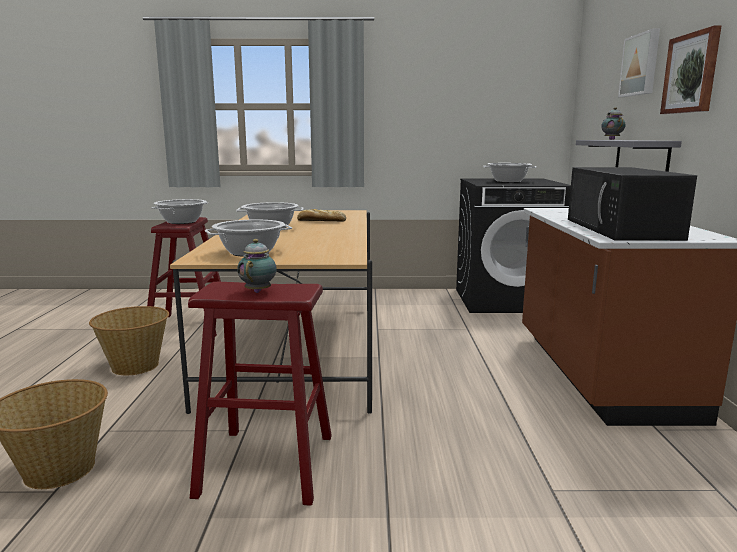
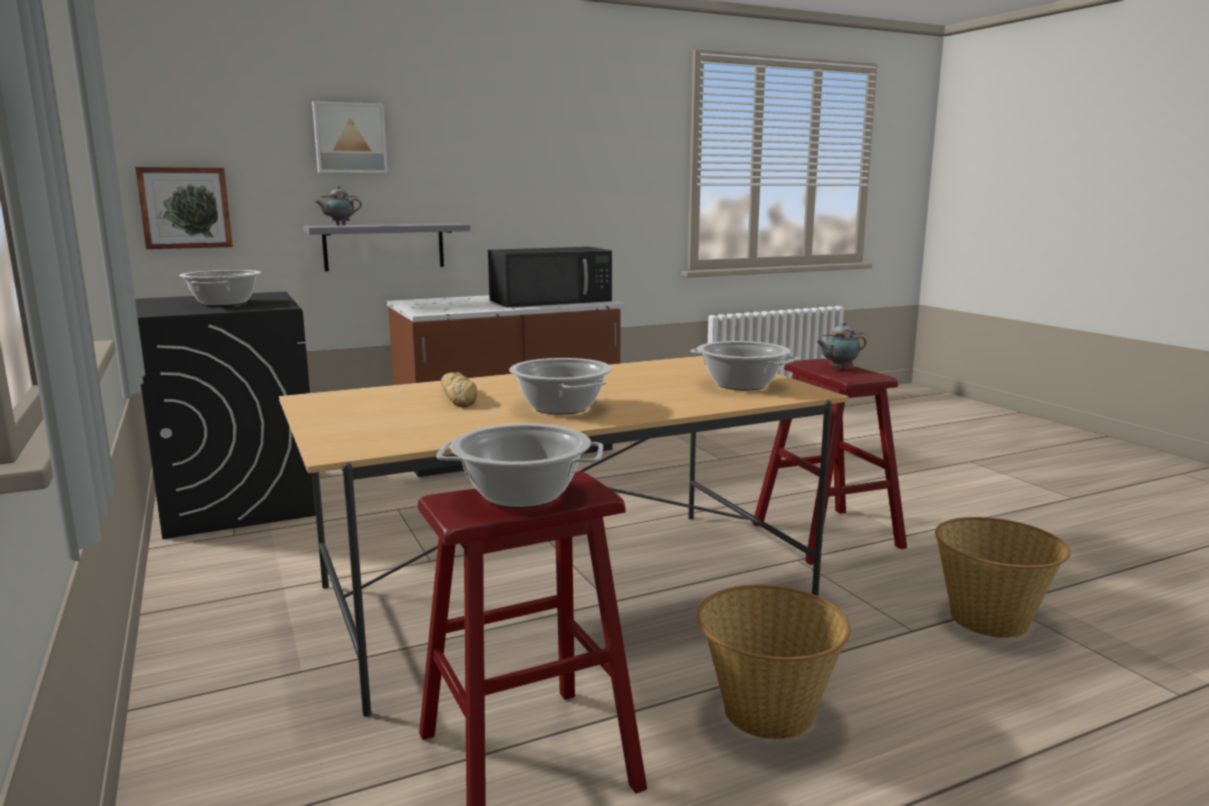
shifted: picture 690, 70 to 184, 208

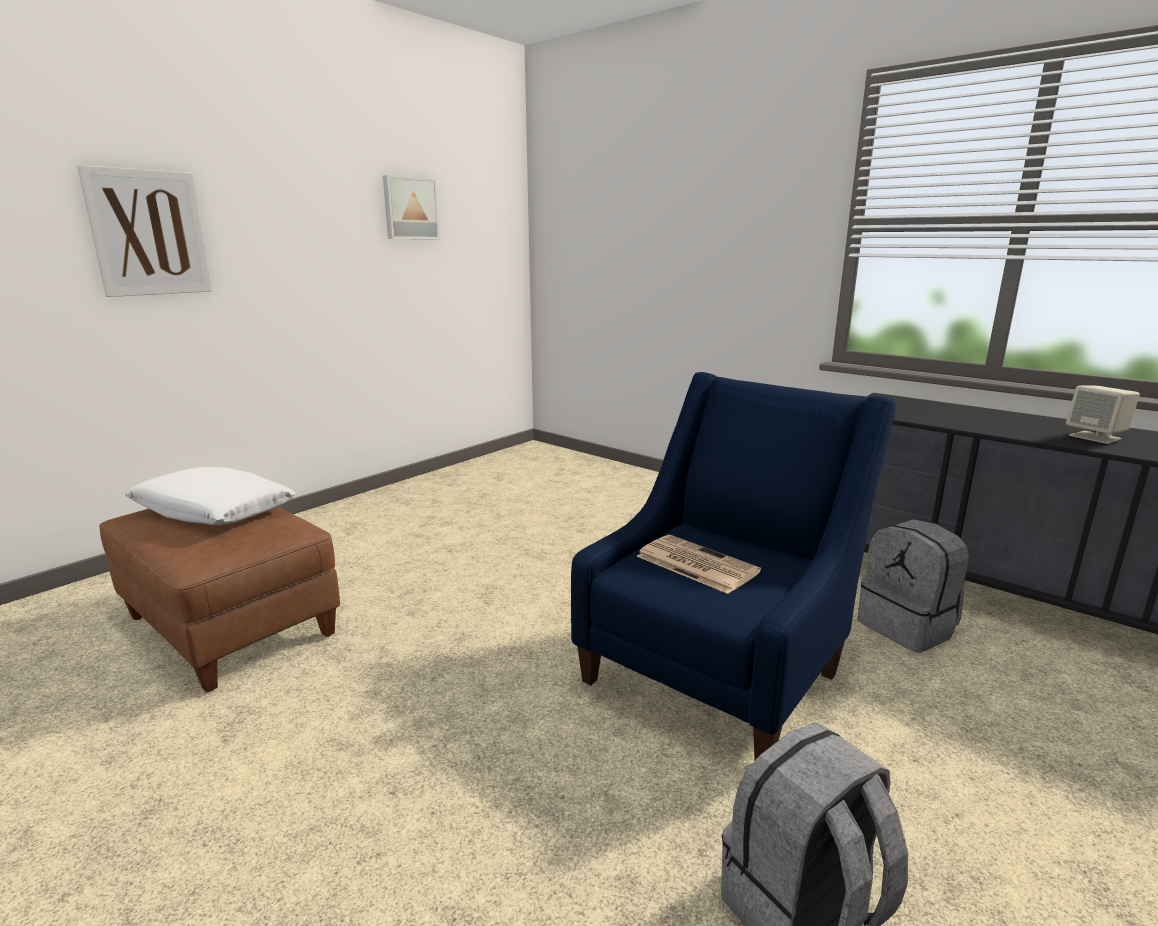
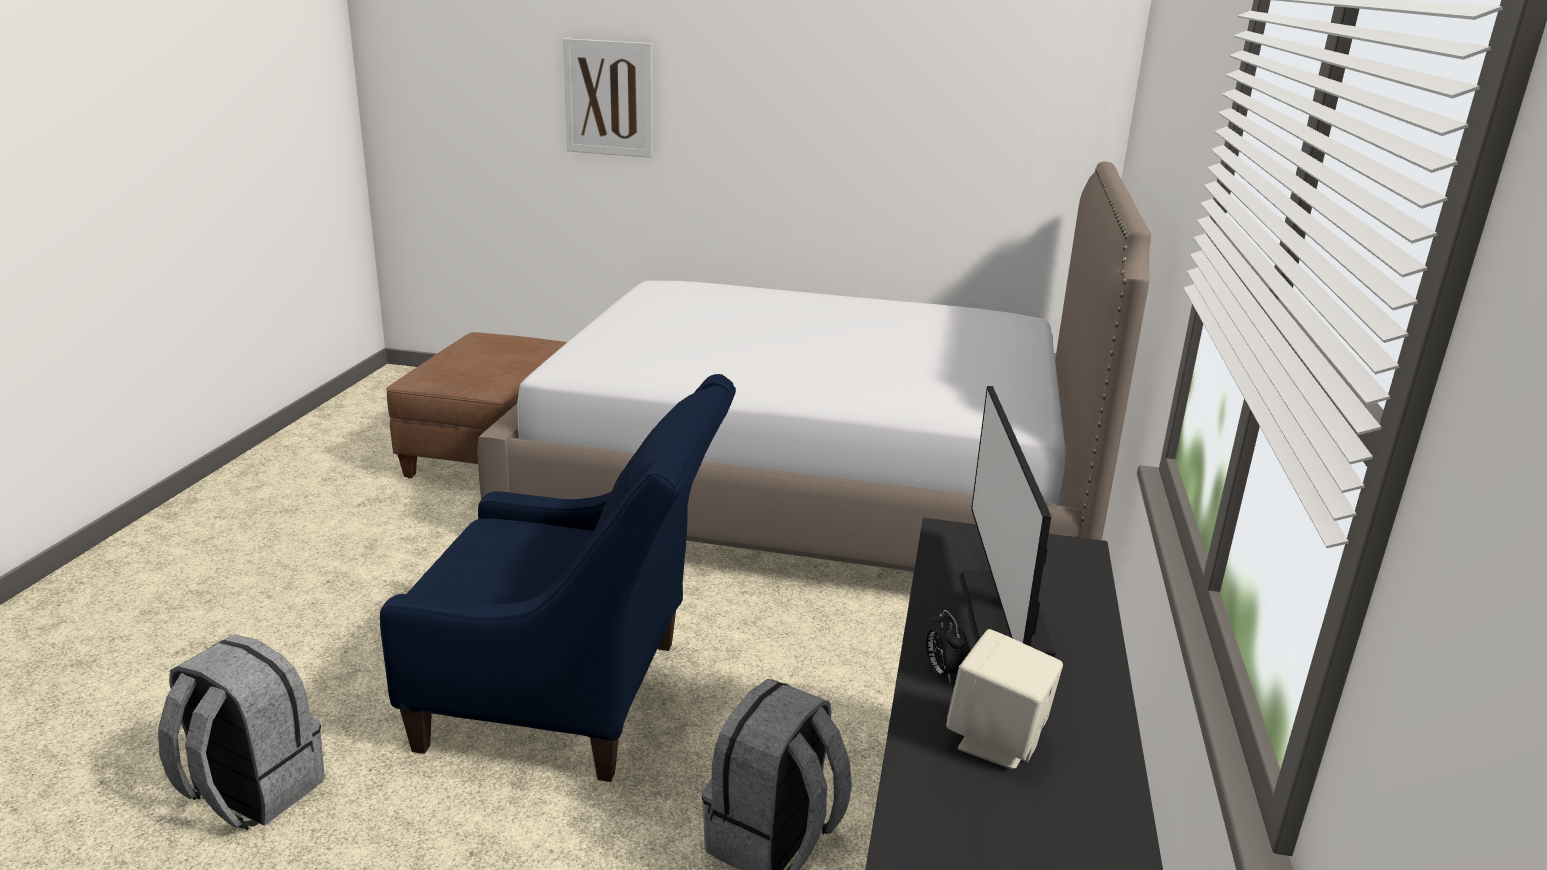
gone: throw pillow in white-coloured 210, 496; picture 411, 207; newspaper 699, 564
new: sleeping bed 814, 366; alarm clock 948, 647; computer screen 1008, 522

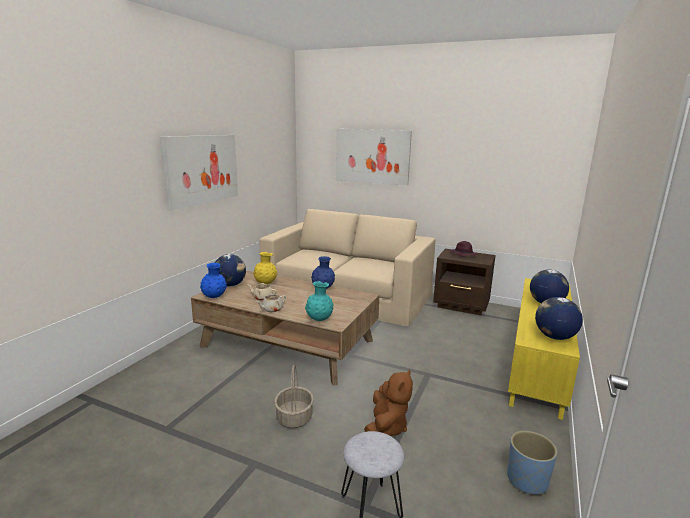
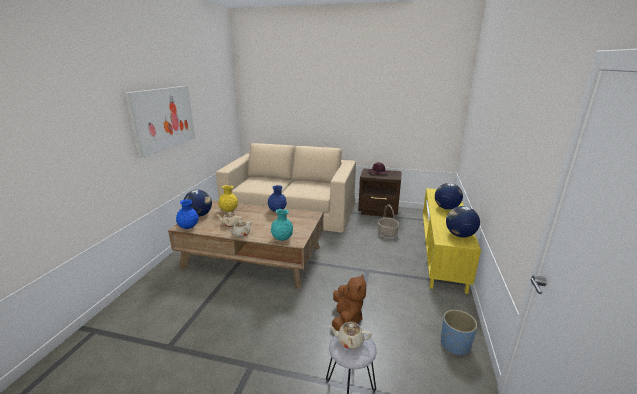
gone: picture 374, 157
new: tea pot in sand-coloured 350, 335
shifted: basket 294, 397 to 388, 220

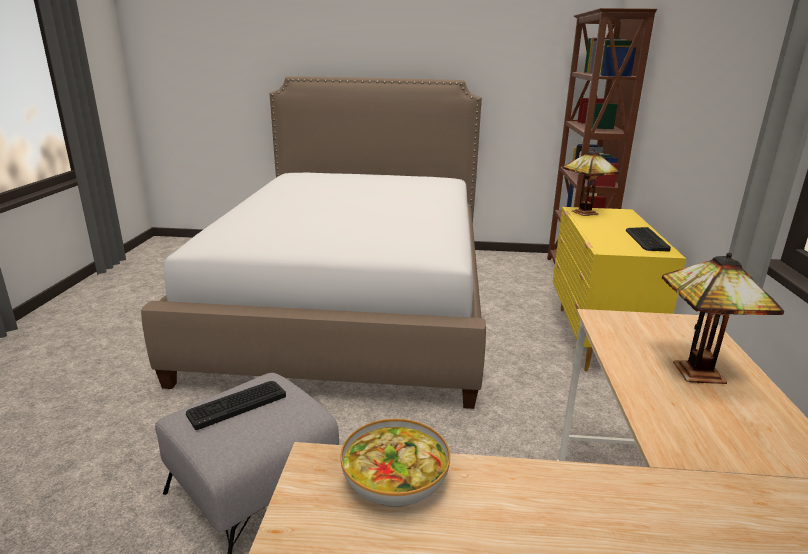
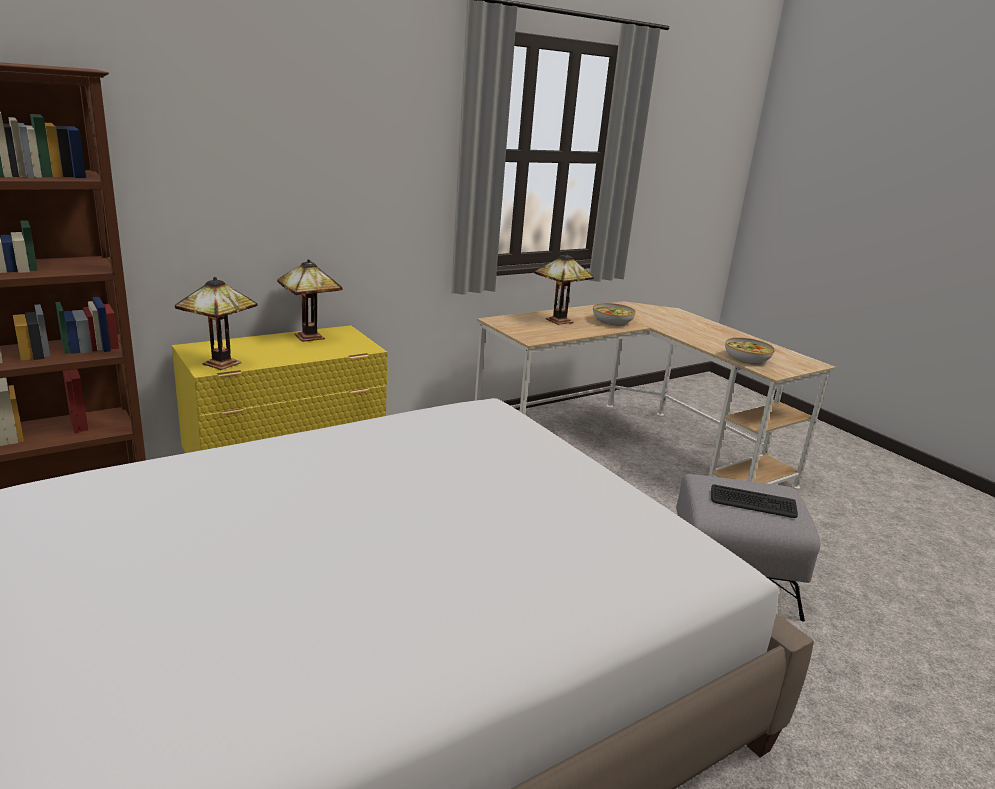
new: deep dish 614, 314
swapped: PC keyboard 648, 239 to table lamp 310, 300

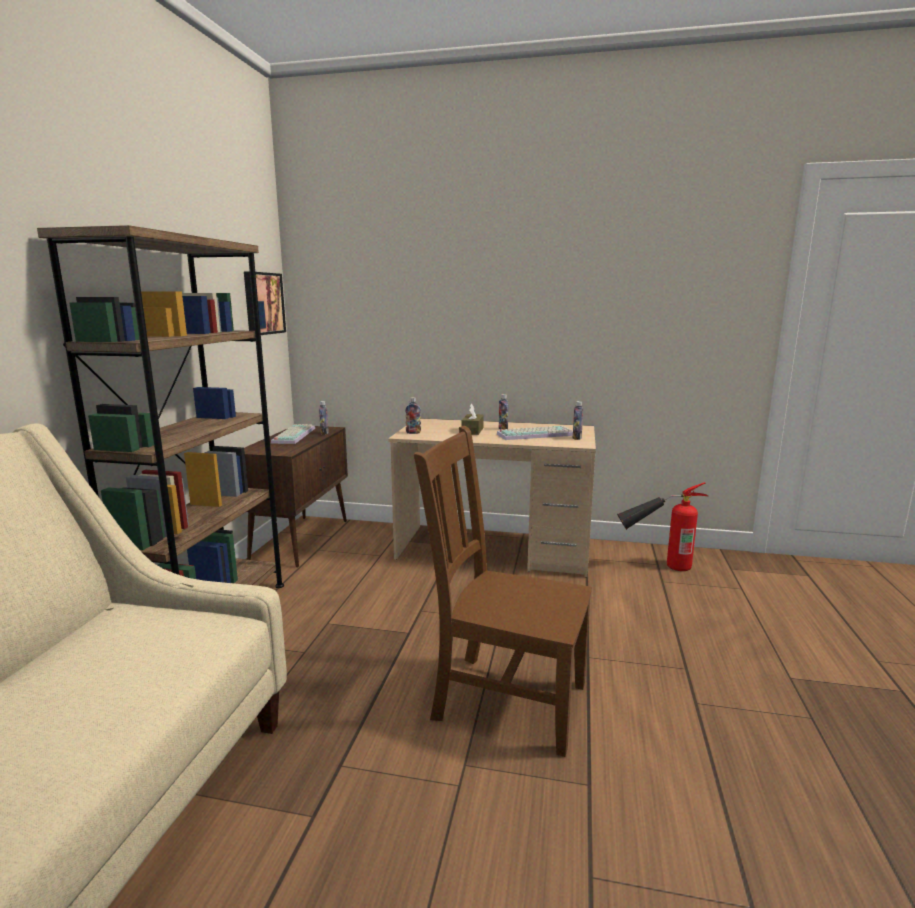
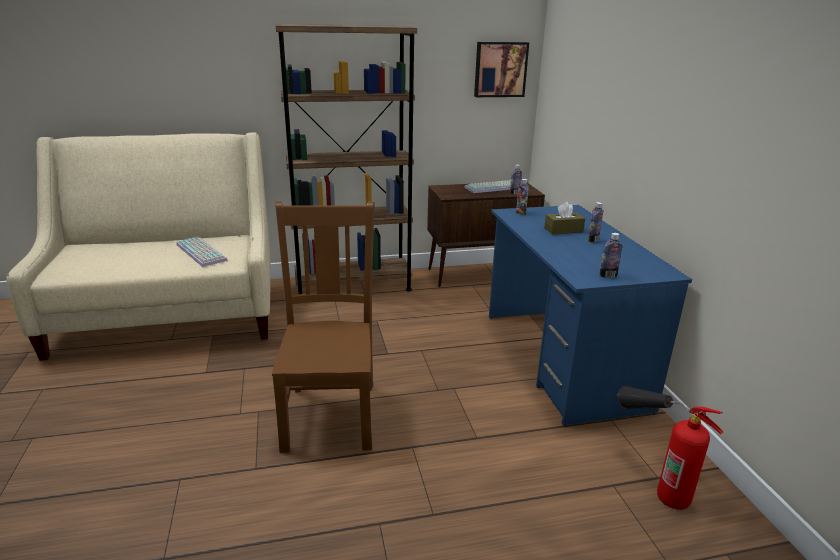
shifted: PC keyboard 535, 433 to 202, 252
repainted: desk in sand-coloured 492, 497 to desk in blue-coloured 590, 315

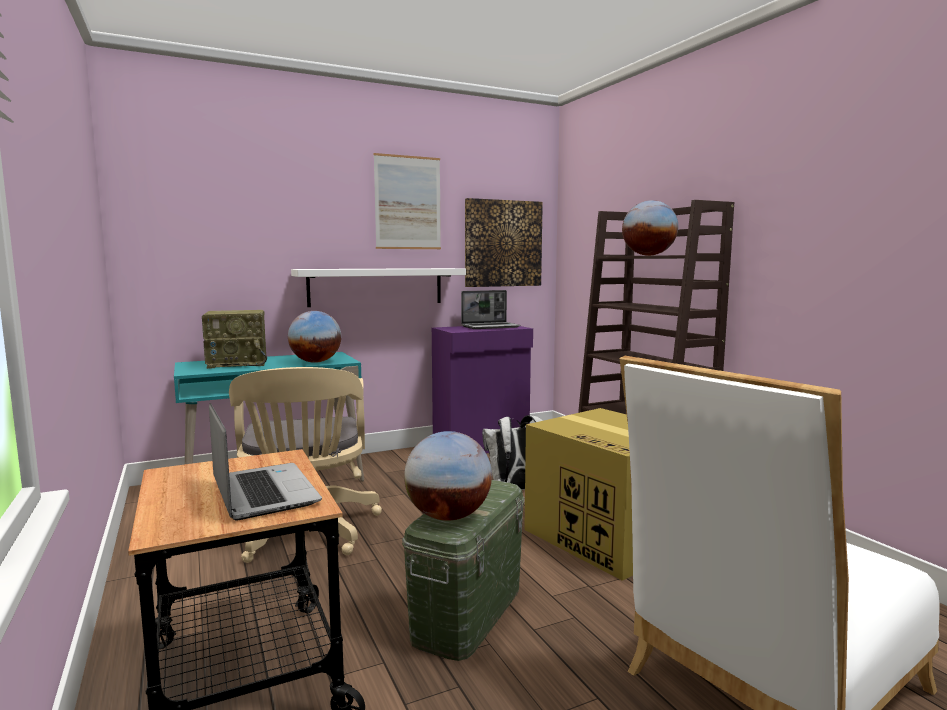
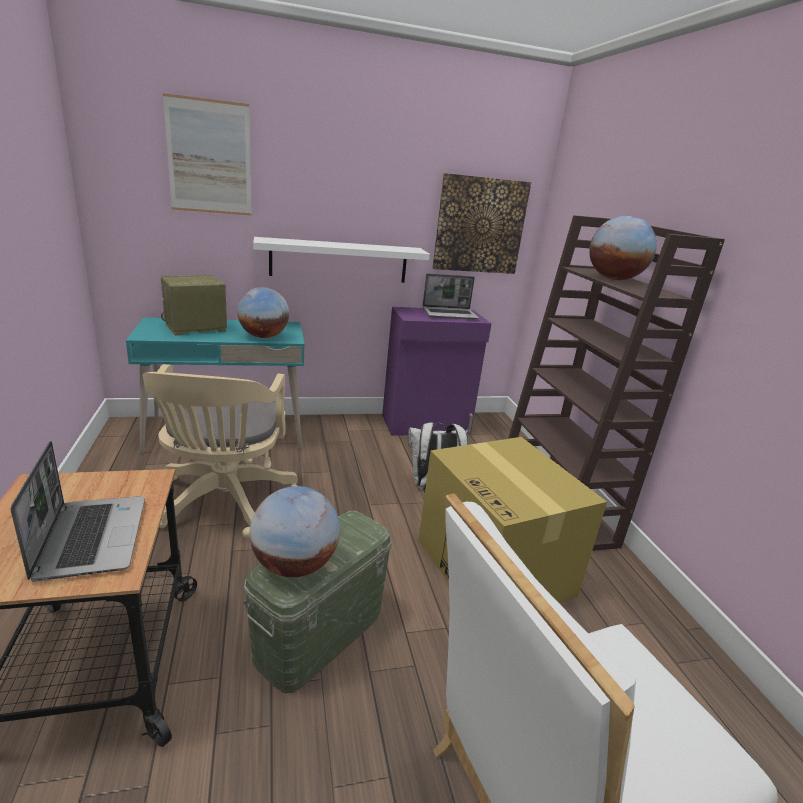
shifted: picture 407, 201 to 207, 154
rotated: radio set 234, 339 = 194, 305 150 degrees clockwise

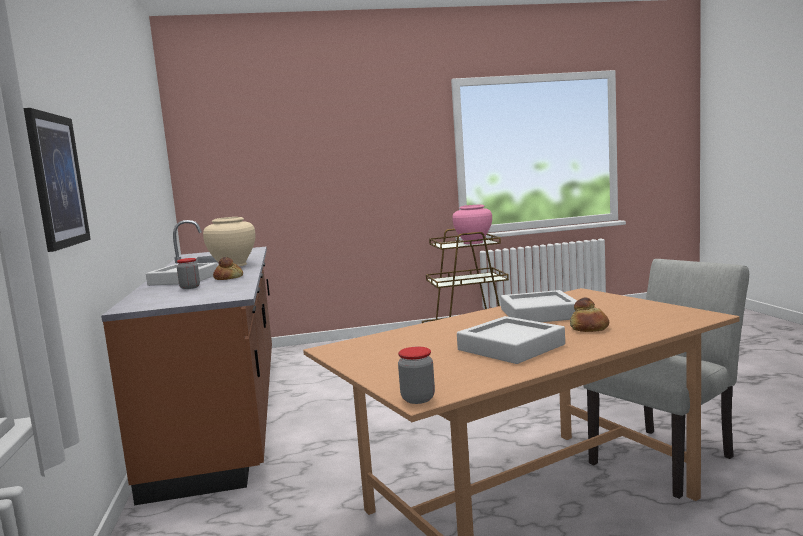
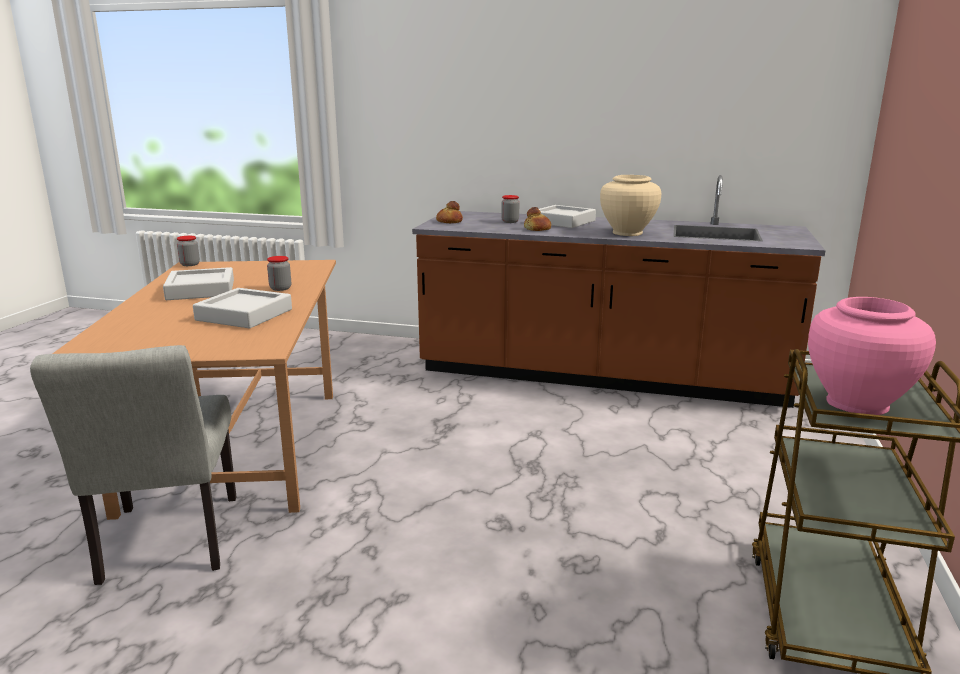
gone: picture 57, 180
new: storage jar 279, 273
shifted: baked bread 589, 314 to 449, 212

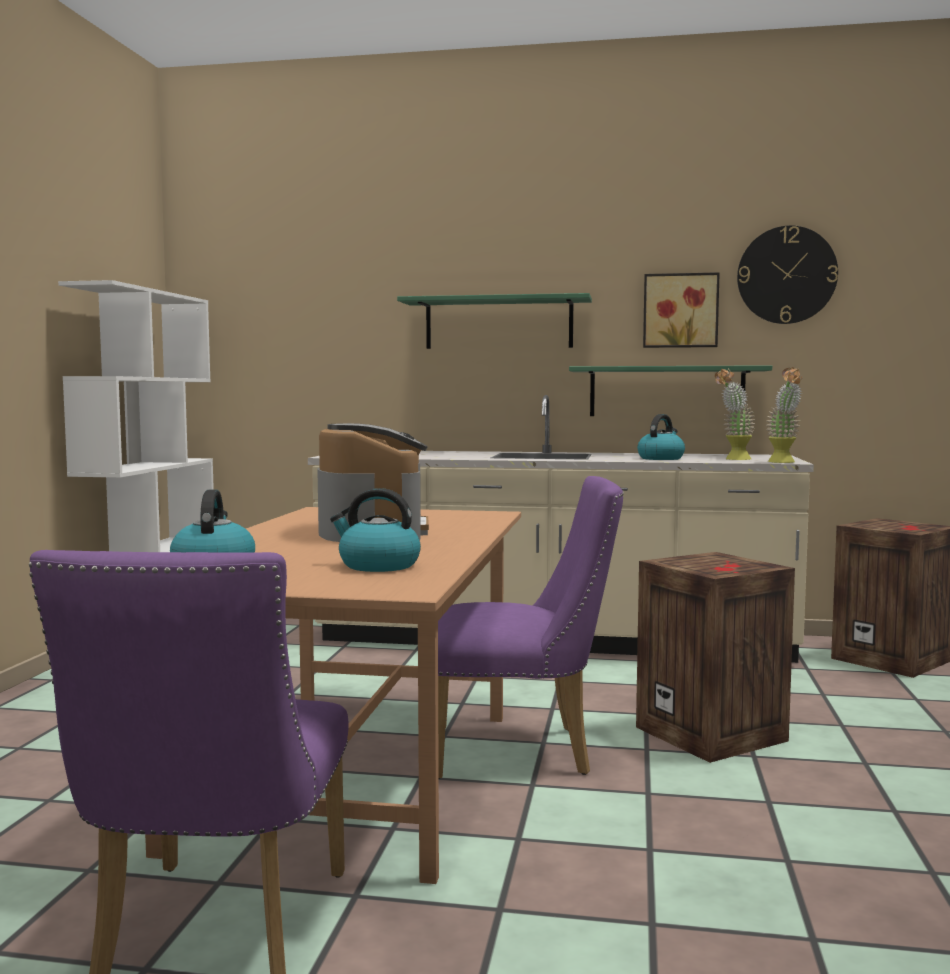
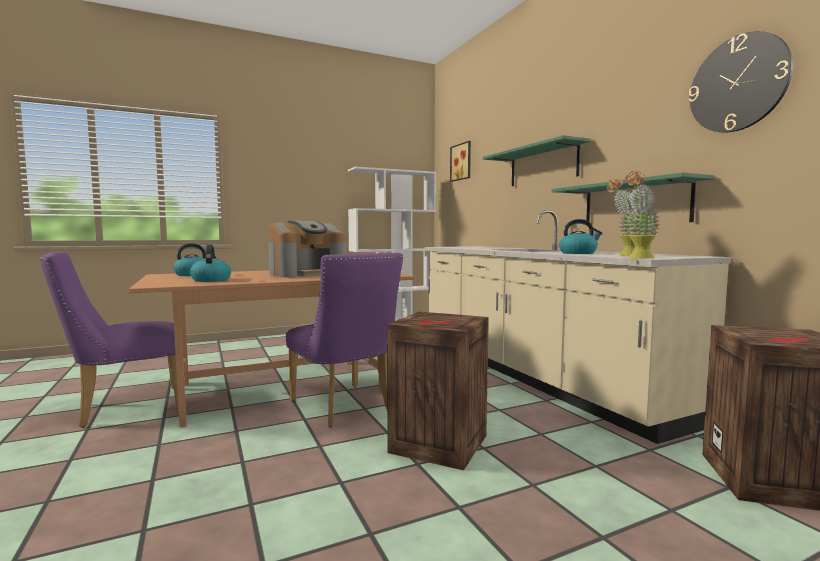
shifted: picture 681, 310 to 460, 161

